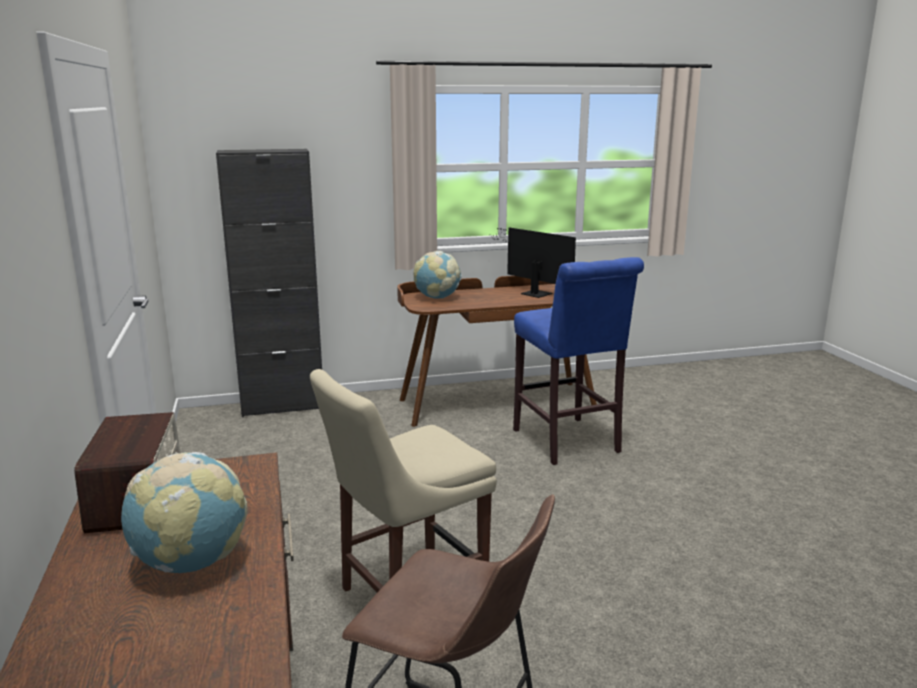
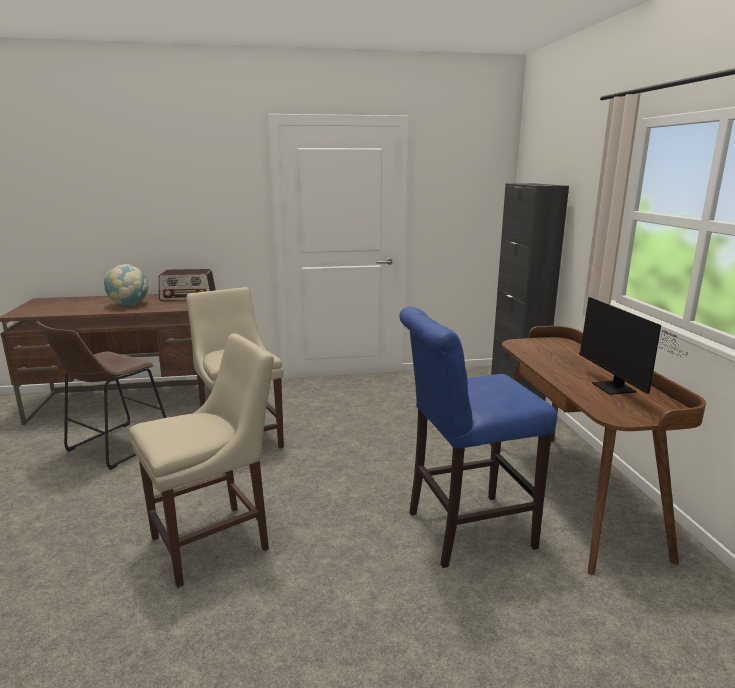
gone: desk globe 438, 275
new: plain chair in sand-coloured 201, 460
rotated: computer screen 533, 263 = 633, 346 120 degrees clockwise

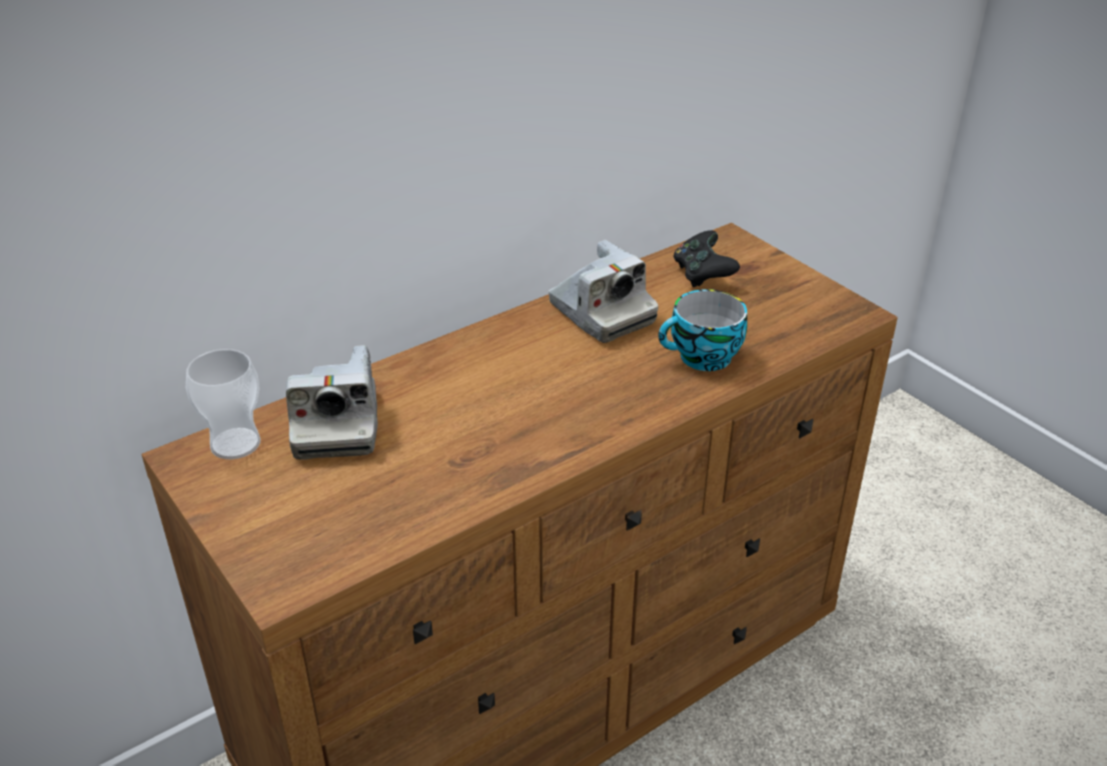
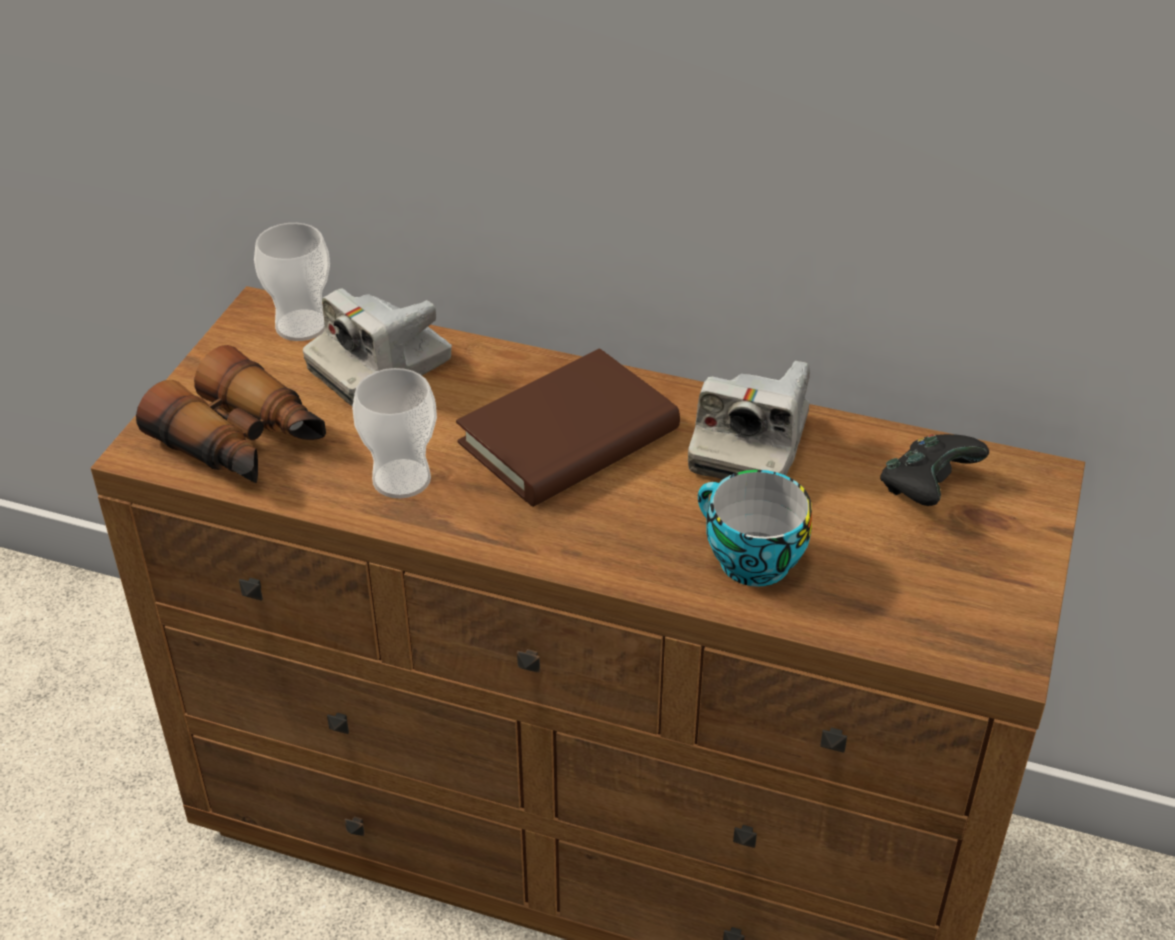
new: pair of binoculars 231, 414; drinking cup 394, 433; volume in brownish 568, 427

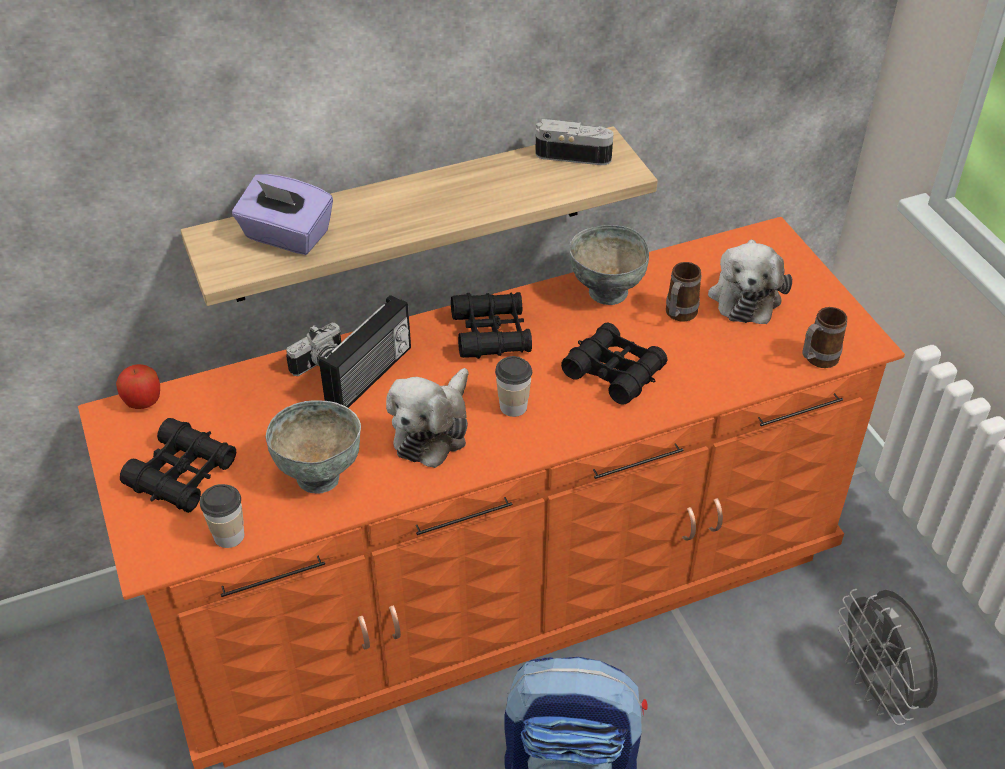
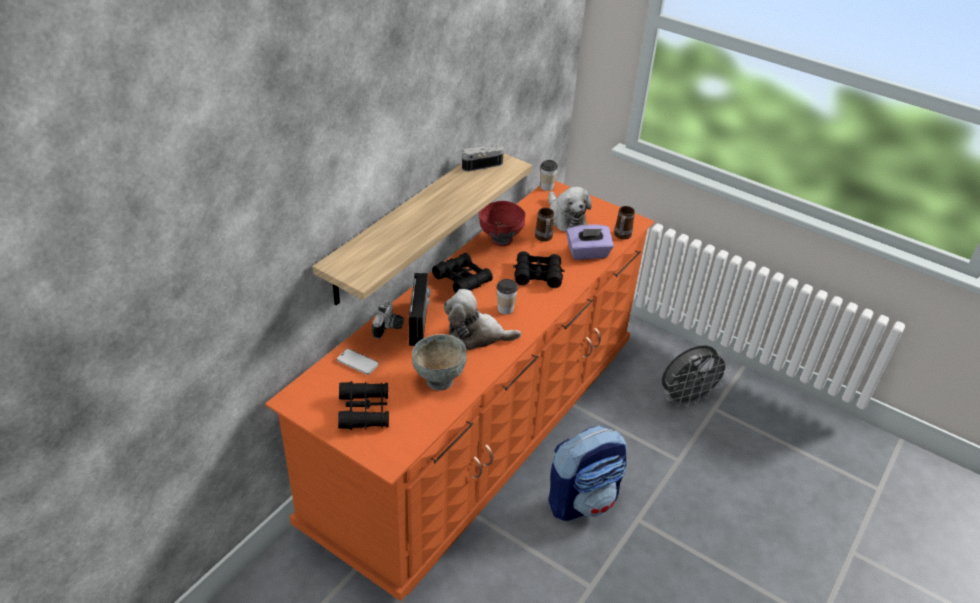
gone: apple fruit 138, 386
new: handset 358, 362
shifted: drinking cup 222, 516 to 549, 175; box of tissues in purple 282, 214 to 590, 242
repainted: deep dish in grey 609, 265 to deep dish in reddish 502, 223
rotated: cuddly toy 427, 418 = 482, 319 105 degrees clockwise; fan in grey 888, 657 = 696, 376 60 degrees counterclockwise

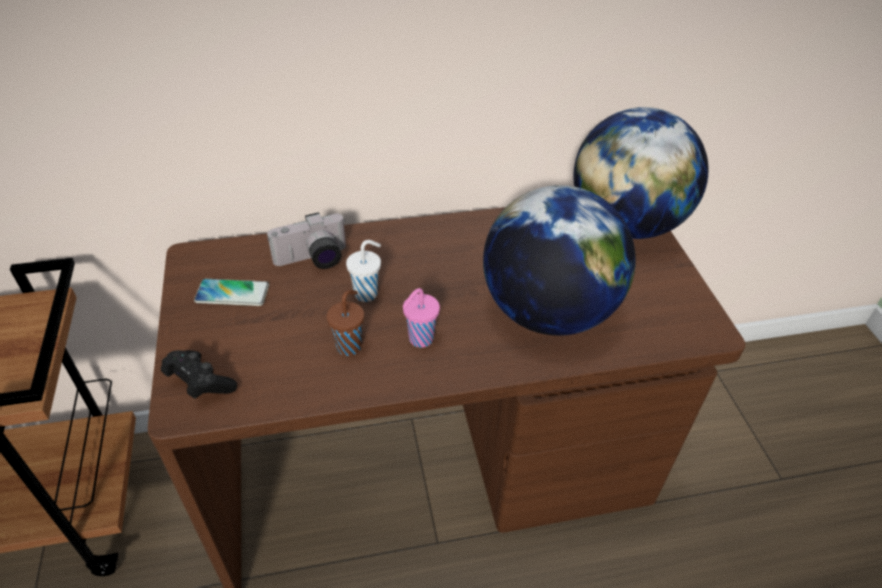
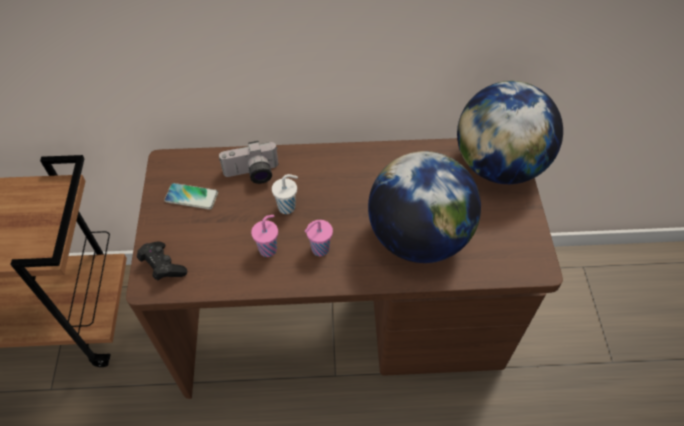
repainted: drinking cup in brownish 345, 323 to drinking cup in pink-coloured 264, 236

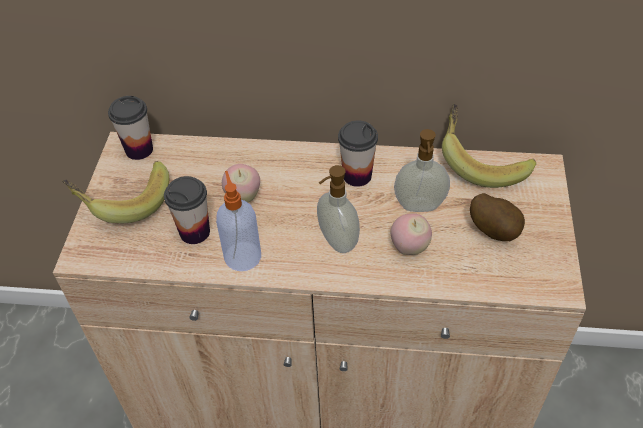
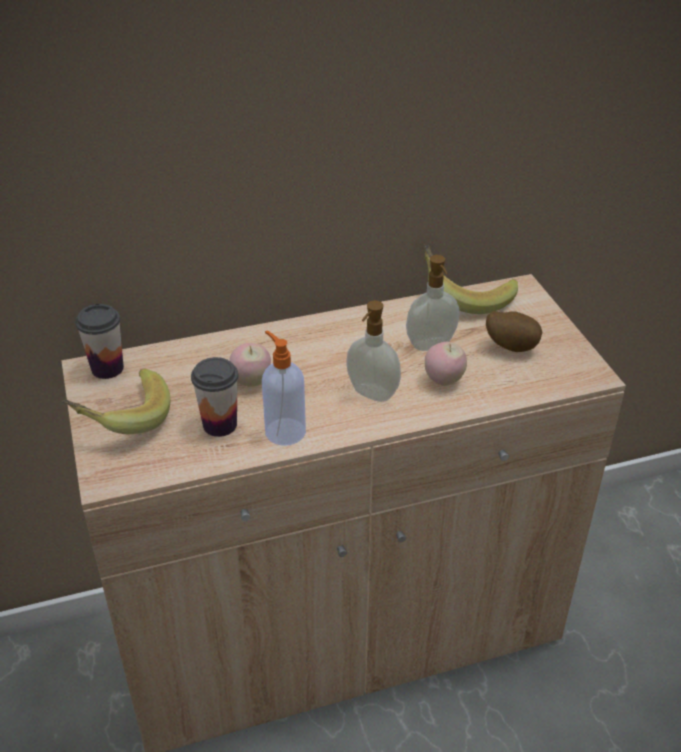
gone: drinking cup 358, 153

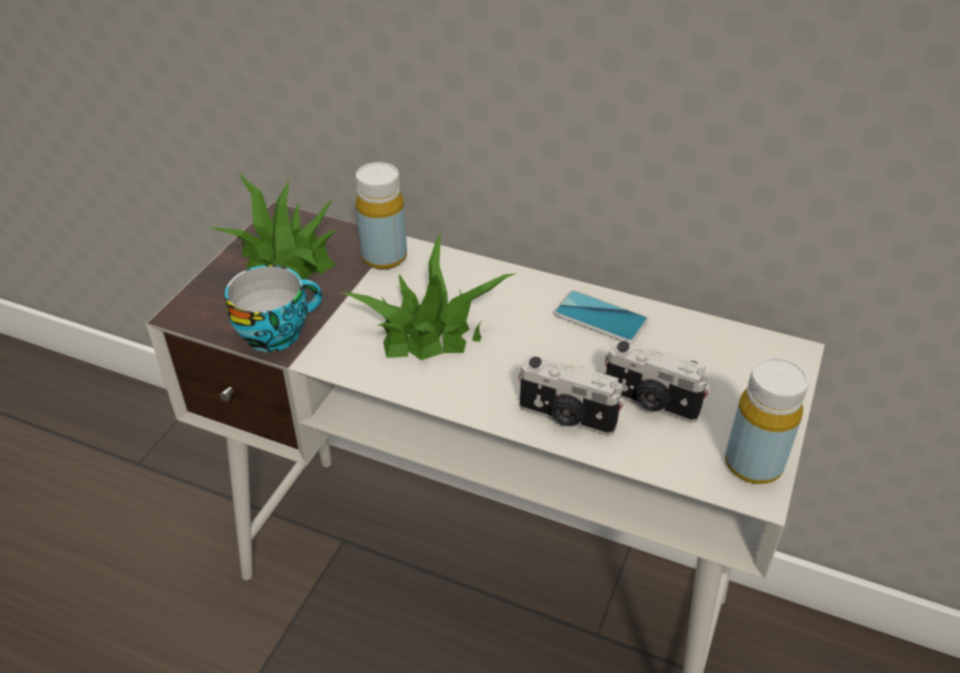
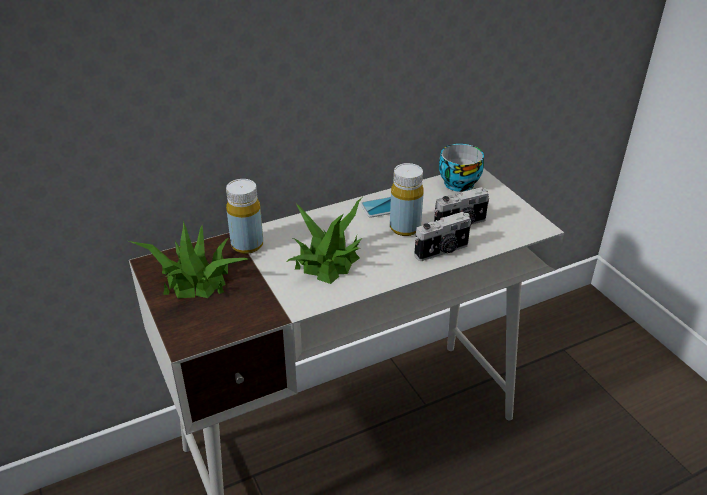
shifted: bottle in yellow 767, 420 to 407, 199; drinking cup 273, 308 to 461, 168

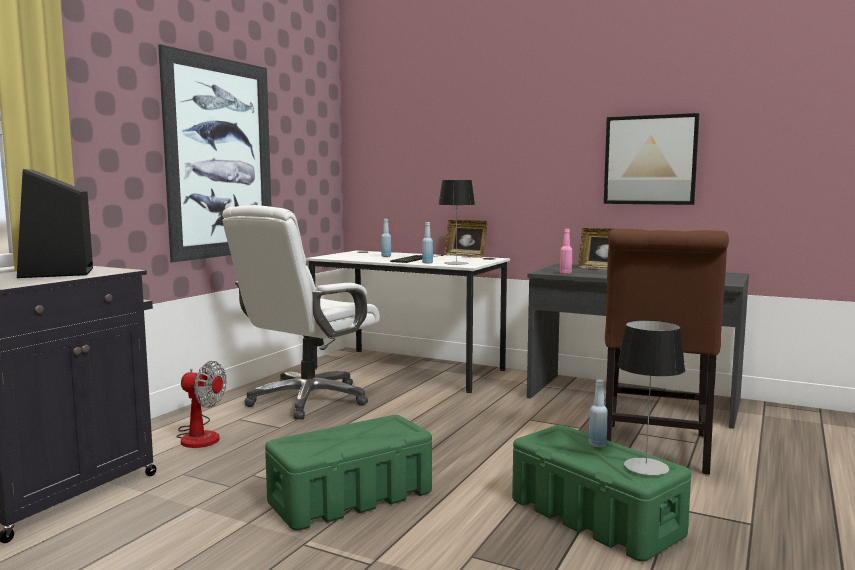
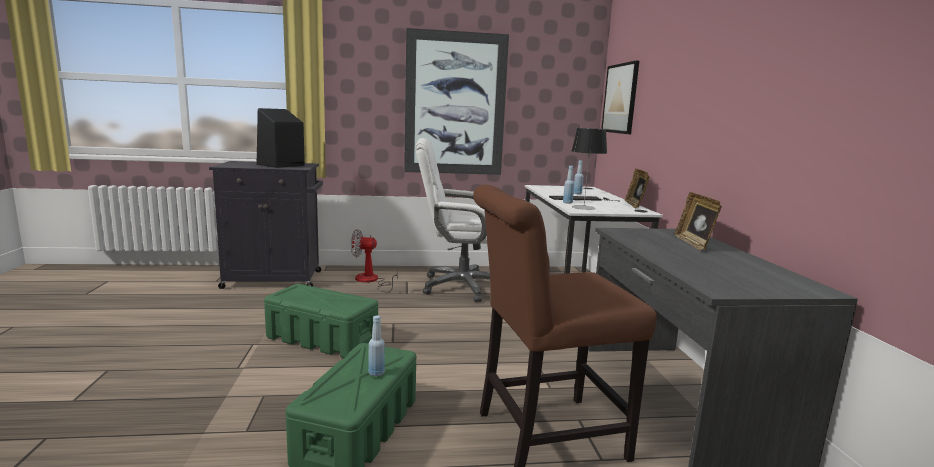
gone: bottle in pink-coloured 566, 251; table lamp 651, 397
shifted: picture 651, 159 to 620, 97
rotated: fan 201, 404 = 374, 261 105 degrees clockwise

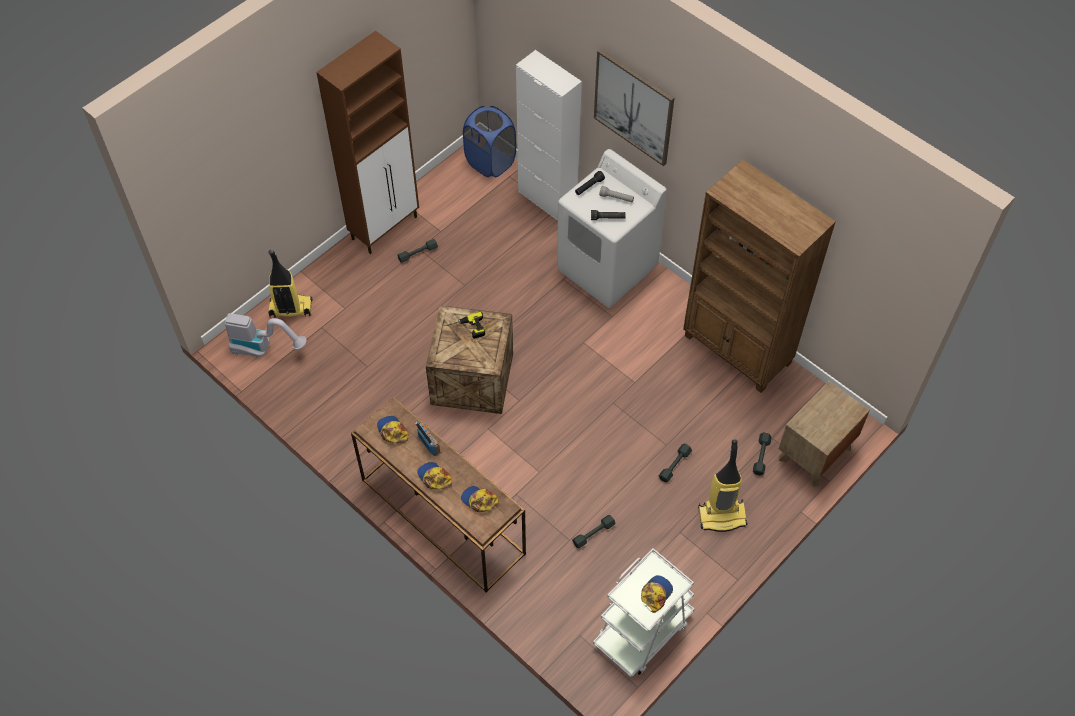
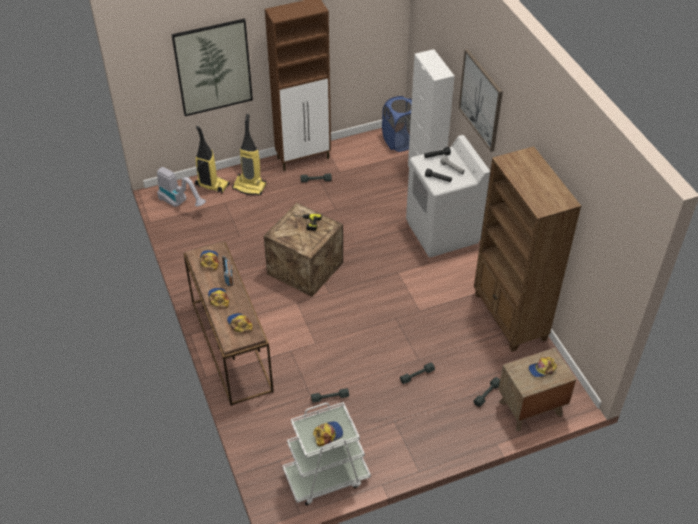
new: picture 212, 67; baseball cap 543, 367
shifted: vacuum 722, 486 to 249, 155

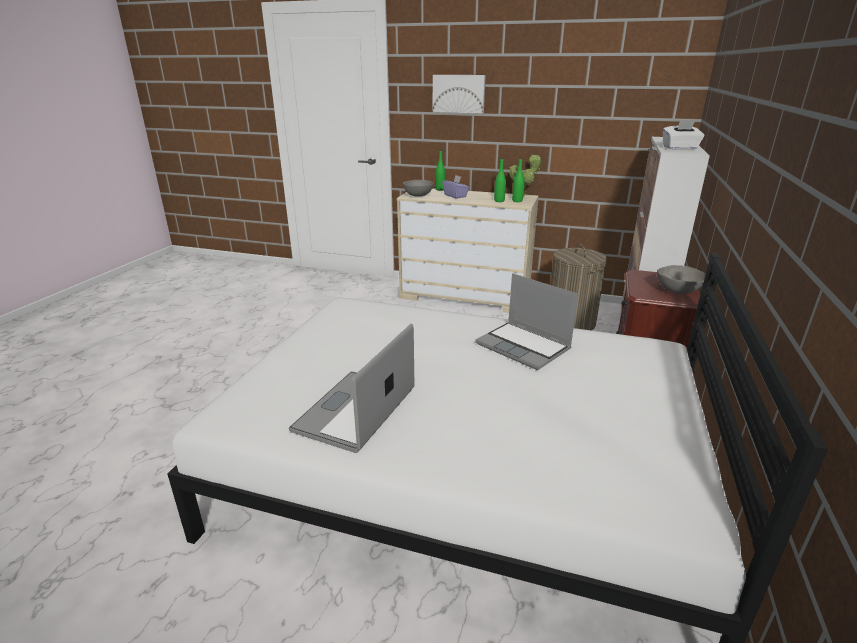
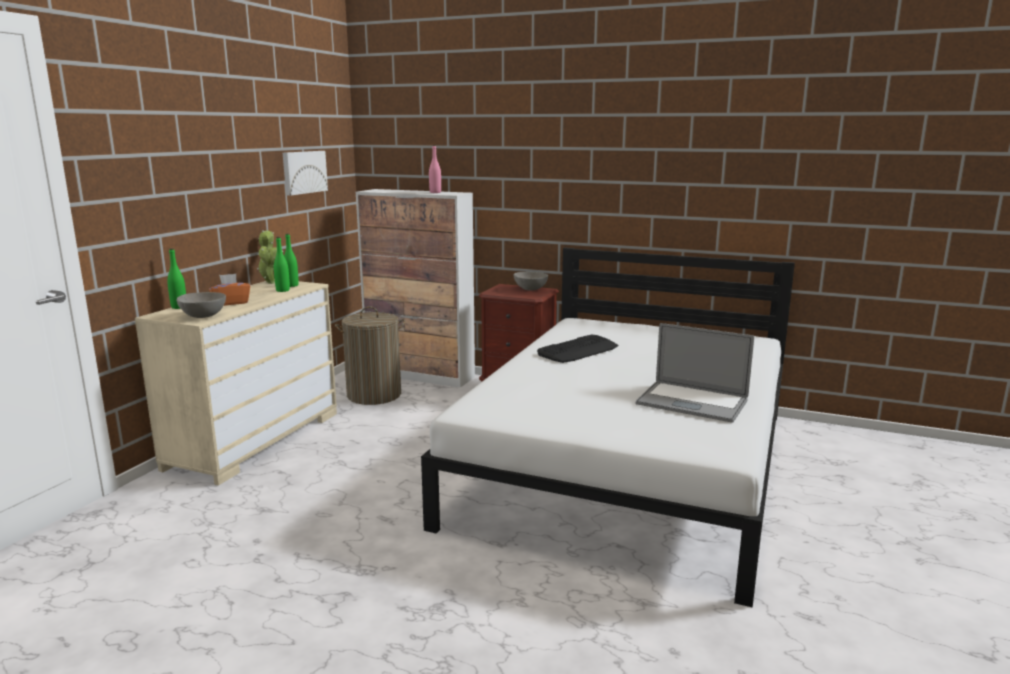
shifted: picture 459, 94 to 305, 173
swapped: box of tissues in white-coloured 683, 134 to bottle in pink-coloured 435, 169; laptop 526, 321 to PC keyboard 577, 348
repainted: box of tissues in purple 455, 187 to box of tissues in orangey 229, 290

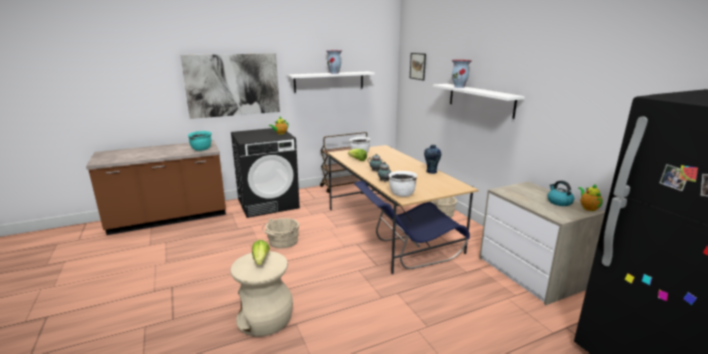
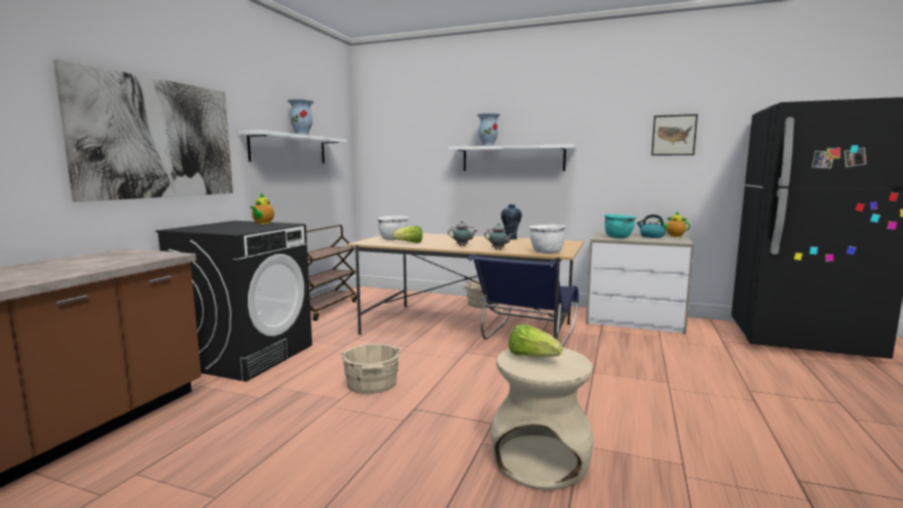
shifted: stockpot in blue-green 200, 141 to 620, 226; picture 418, 67 to 674, 135

